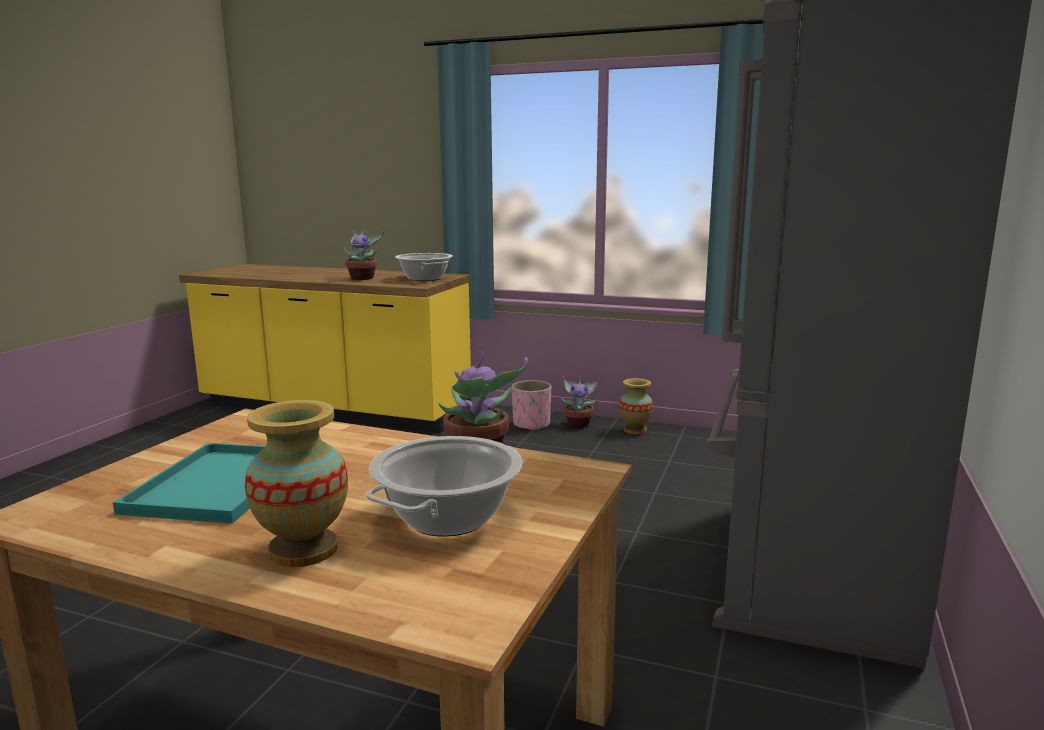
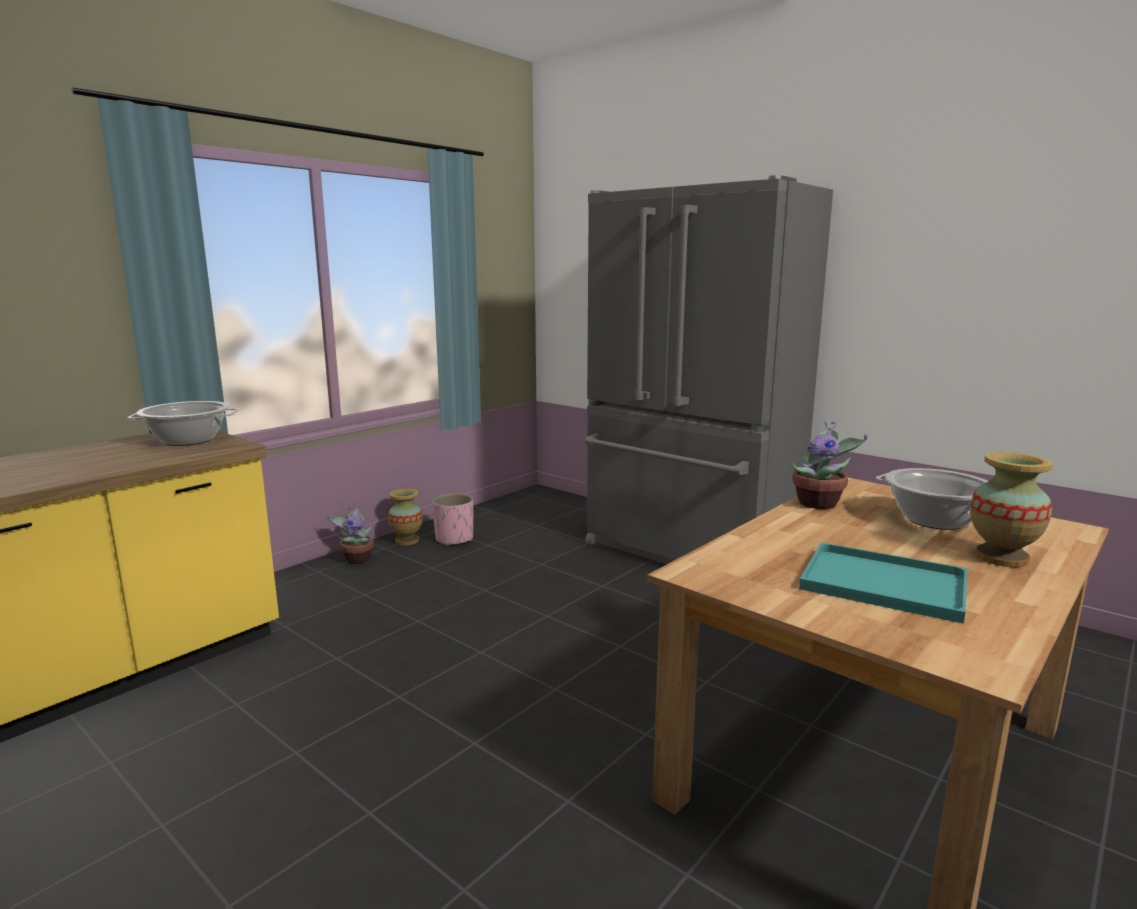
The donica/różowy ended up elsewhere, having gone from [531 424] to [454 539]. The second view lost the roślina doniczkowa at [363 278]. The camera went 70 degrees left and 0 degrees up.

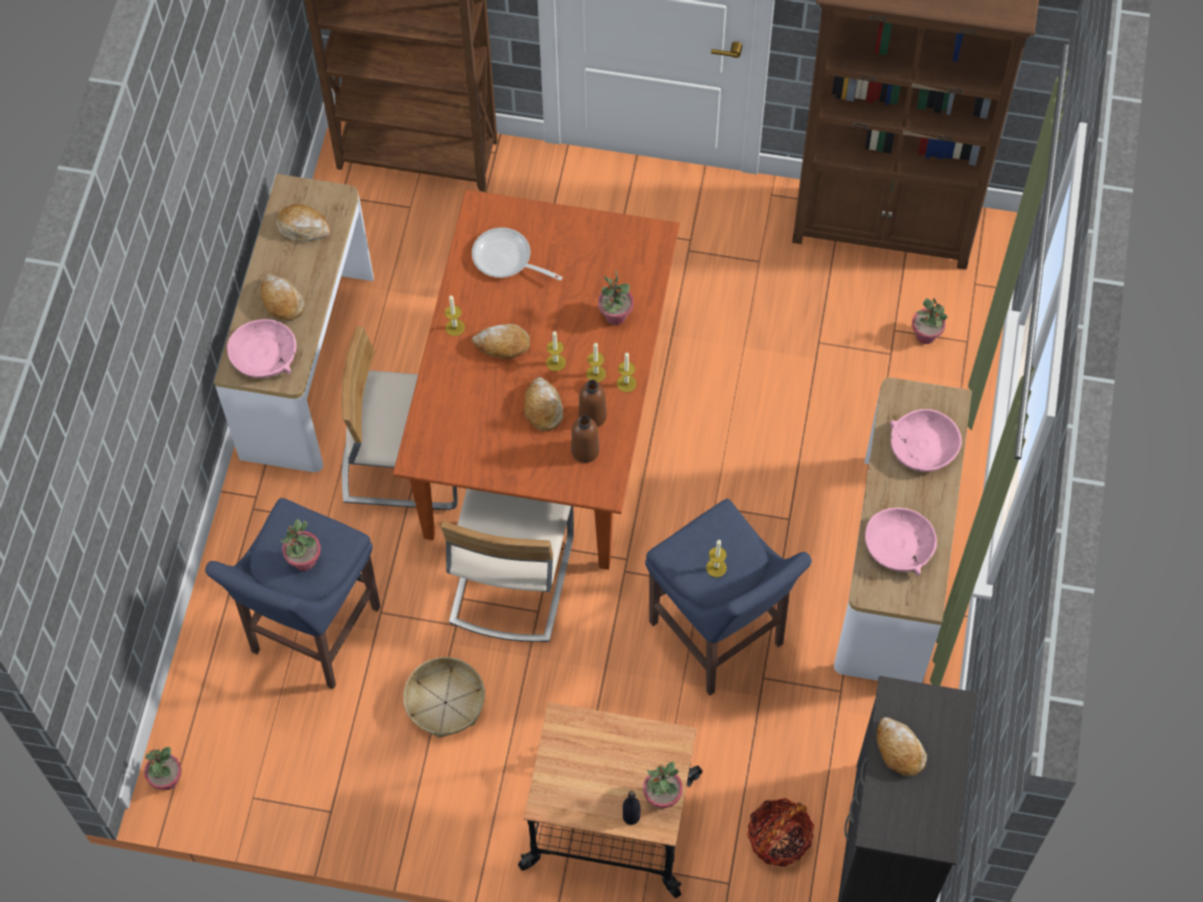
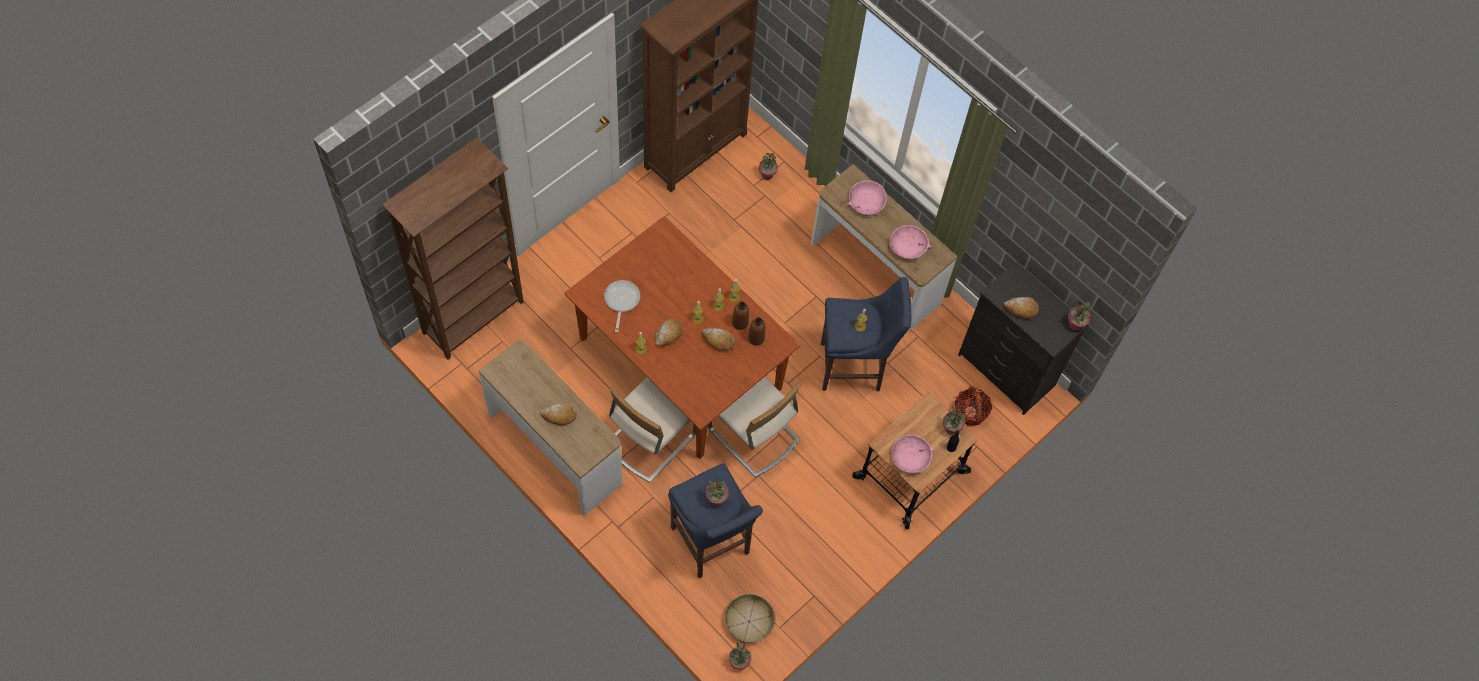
The patelnia at [506 259] ended up facing another way, 120 degrees clockwise from before. The koszyk ended up elsewhere, having gone from [445 703] to [749 621]. The miska/różowy ended up elsewhere, having gone from [264 355] to [910 457]. The roślina doniczkowa ended up elsewhere, having gone from [615 316] to [1075 324]. The second view lost the chleb at [303 227]. The camera went 60 degrees left and 0 degrees up.

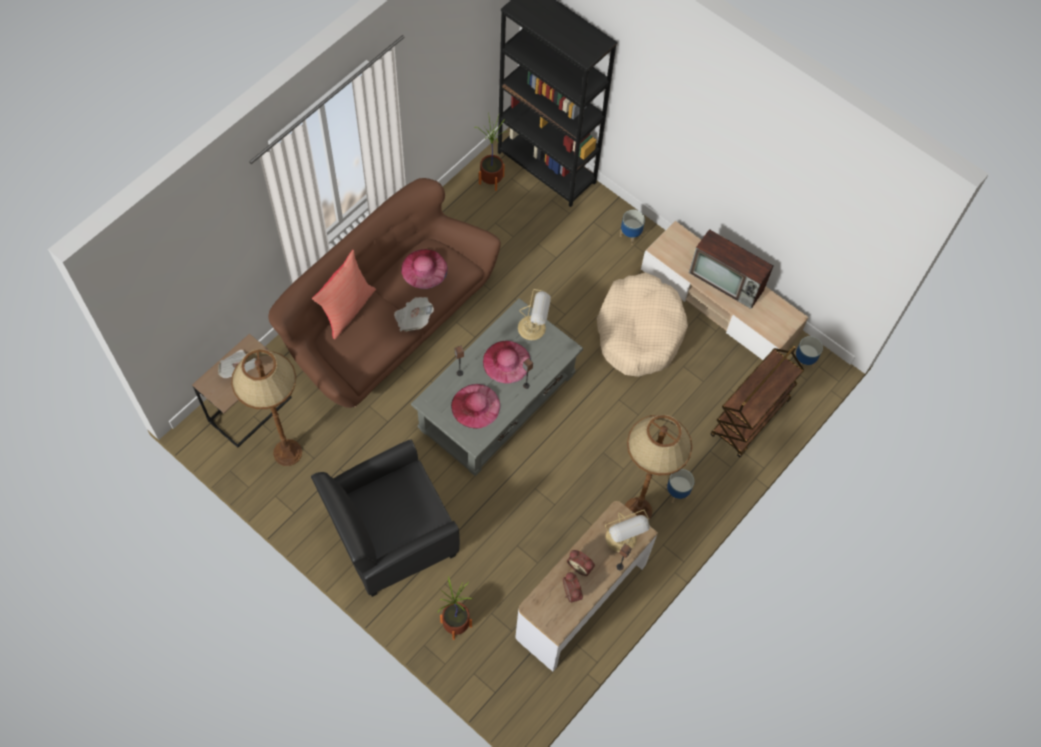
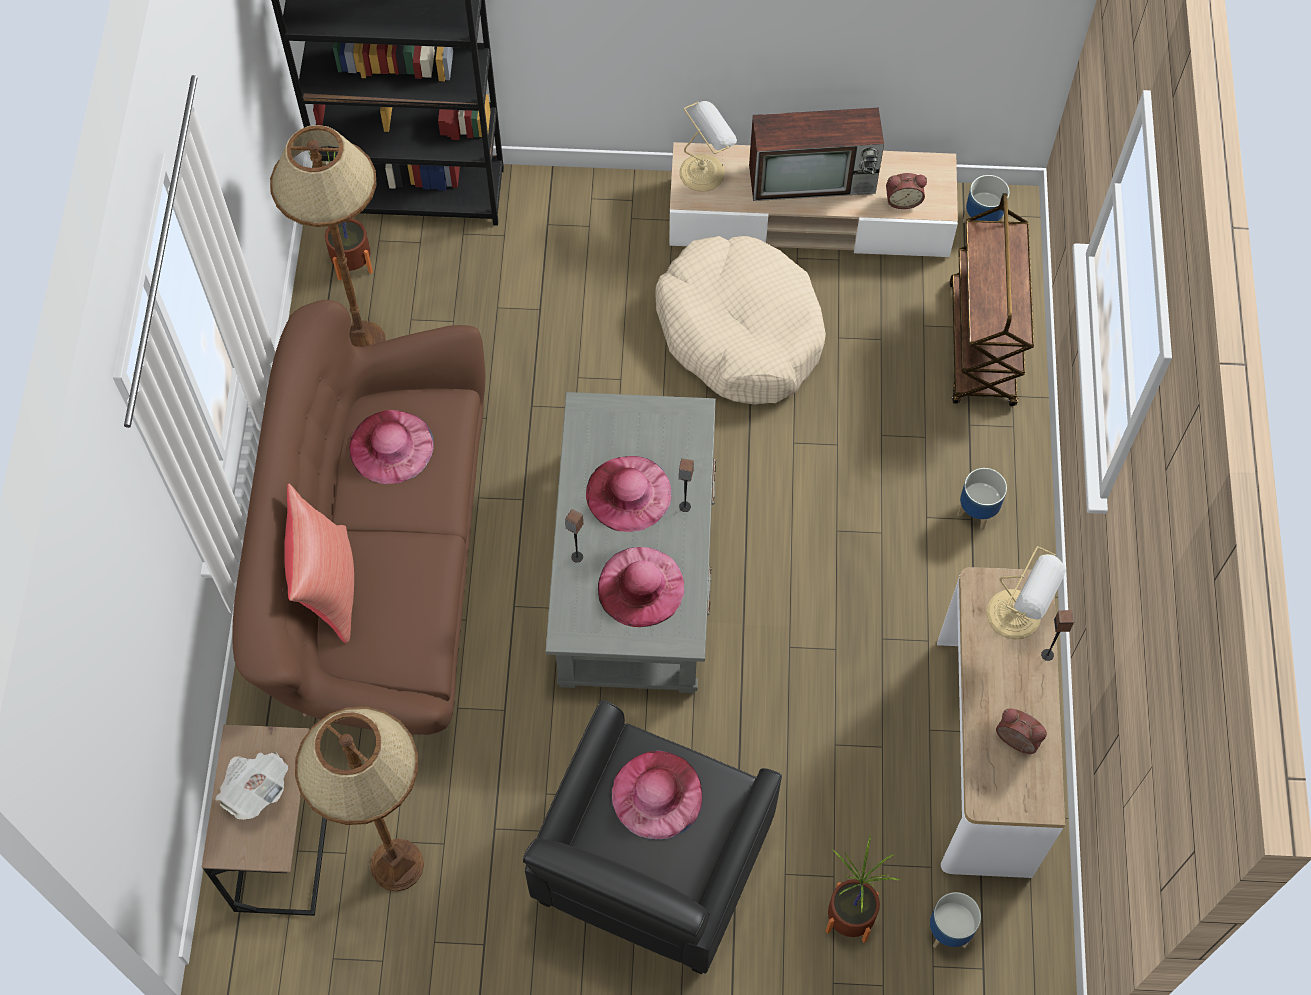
The lampa stojąca/brązowy ended up elsewhere, having gone from [638 511] to [363 341]. The second view gained the kapelusz/różowy at [657 794]. The lampa stołowa ended up elsewhere, having gone from [533 328] to [704 171]. The budzik ended up elsewhere, having gone from [580 565] to [903 200]. The donica ended up elsewhere, having gone from [630 235] to [949 932]. The second view lost the gazeta at [413 319]. The camera went 35 degrees left and 0 degrees up.

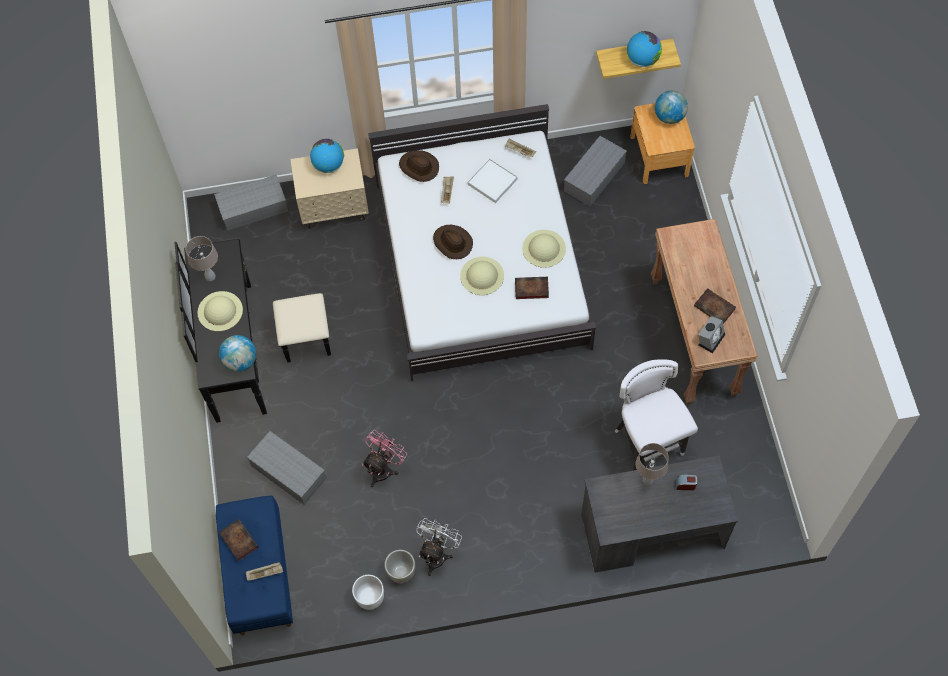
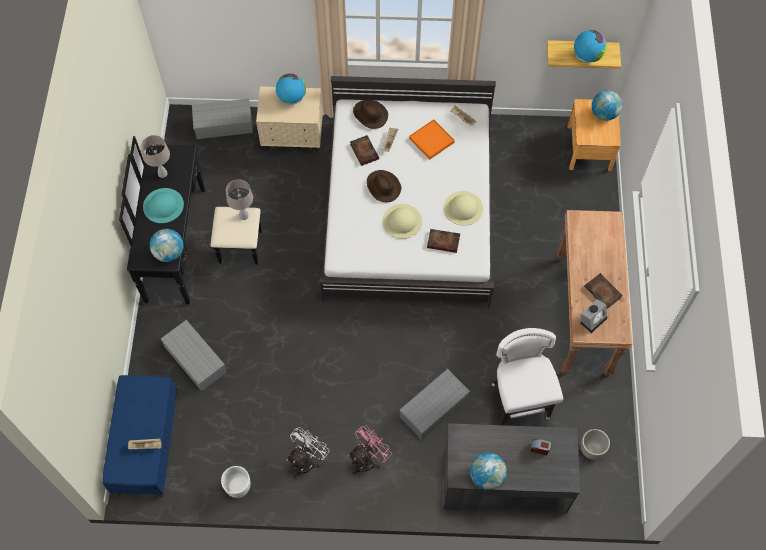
What was the kapelusz/beżowy at [220 311] turned into the kapelusz/turkusowy at [163 205]. The lampa stołowa/beżowy ended up elsewhere, having gone from [648 479] to [244 215]. The wentylator/różowy ended up elsewhere, having gone from [384 468] to [367 460]. The książka ended up elsewhere, having gone from [238 540] to [363 151]. The pojemnik do przechowywania/szary ended up elsewhere, having gone from [594 178] to [433 409]. What was the taca/biały at [492 182] turned into the taca/pomarańczowy at [431 140]. The second view gained the globus at [486 476]. The donica/szary ended up elsewhere, having gone from [401 572] to [591 449]. The camera went 10 degrees right and 0 degrees up.

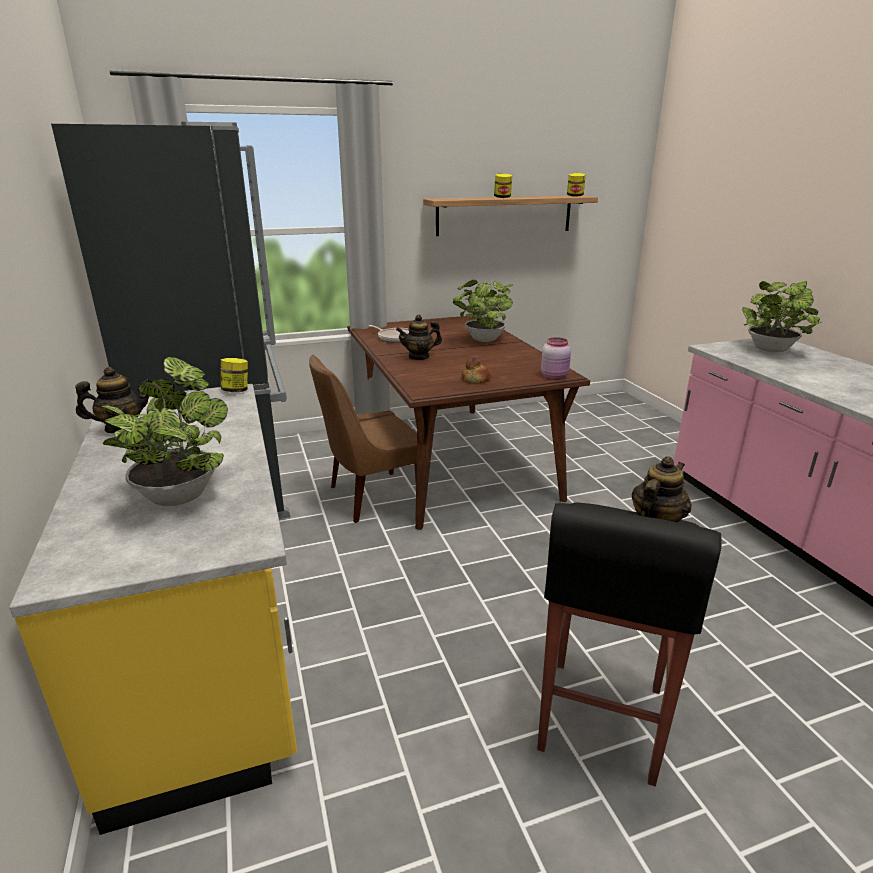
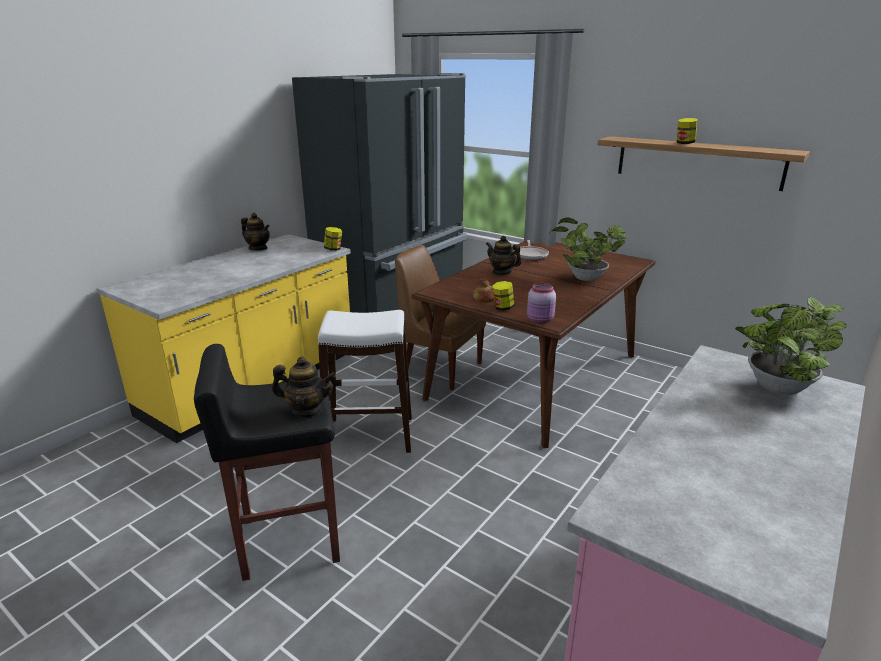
The second view gained the stołek/biały at [369 435]. The słoik ended up elsewhere, having gone from [575 196] to [503 308]. The second view lost the roślina doniczkowa at [180 493]. The camera went 55 degrees right and 0 degrees up.

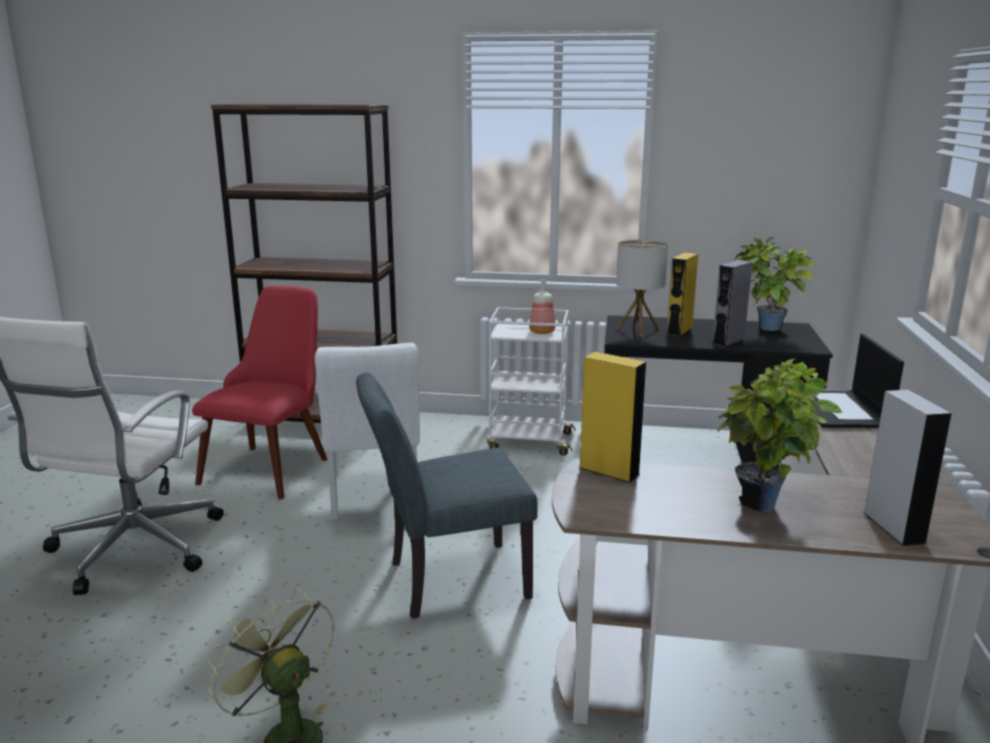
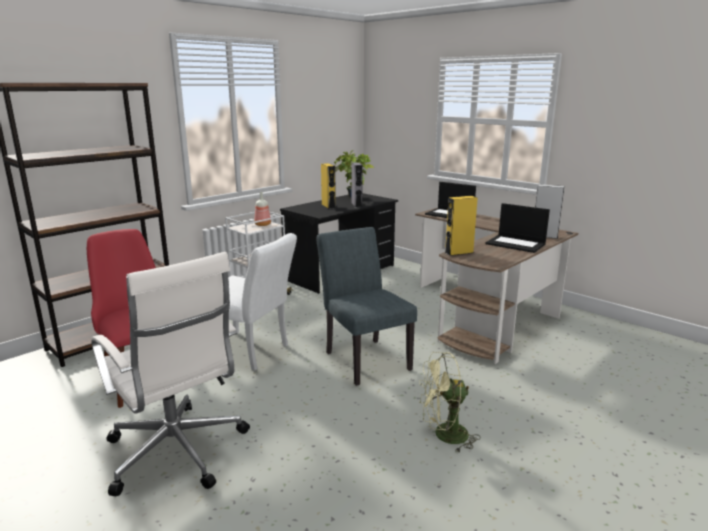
The krzesło/szary at [447 581] ended up facing another way, 135 degrees clockwise from before. Where the roślina doniczkowa stood at [764 509], the laptop came to stand at [516 244]. The second view lost the lampa stołowa at [638 330]. The camera went 55 degrees left and 0 degrees up.

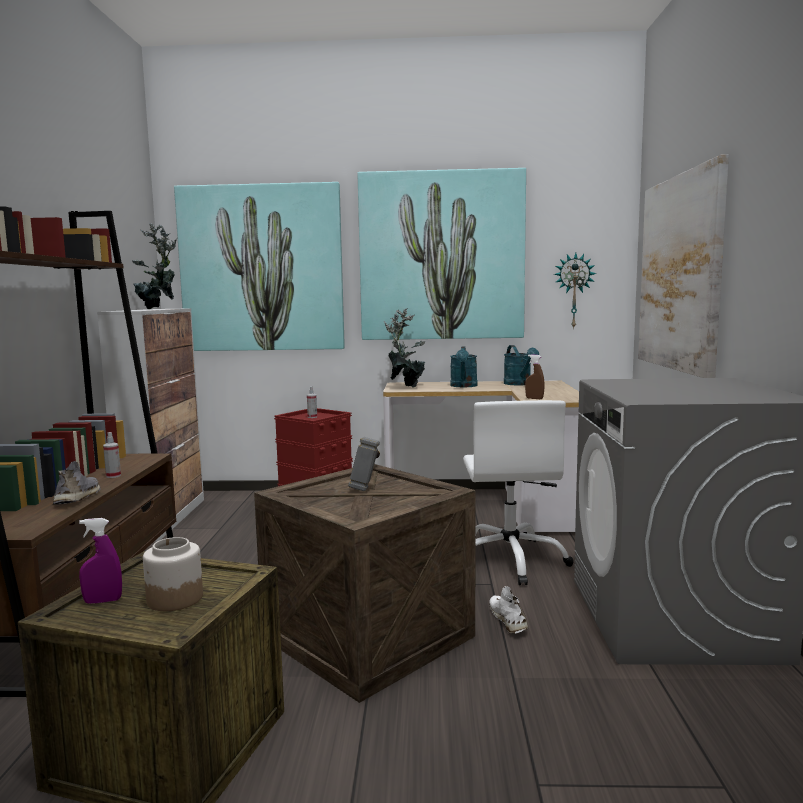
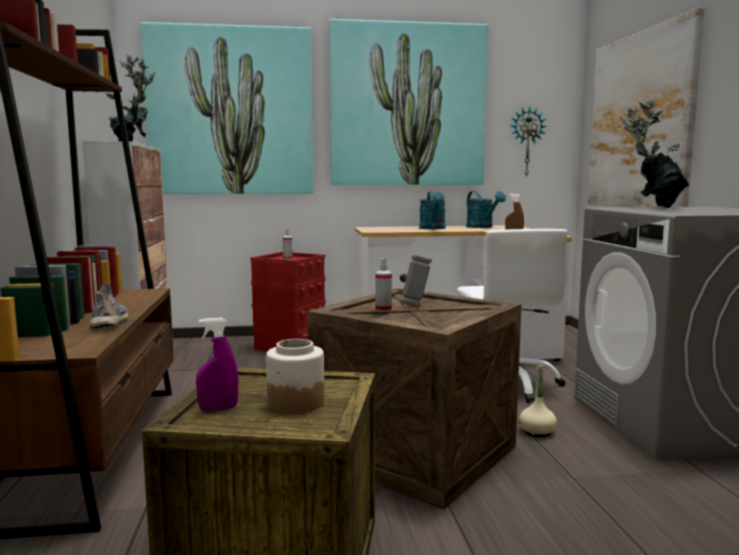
The spryskiwacz ended up elsewhere, having gone from [113 476] to [383 310]. Where the but/biały stood at [508 620], the butelka/beżowy came to stand at [537 431]. The roślina doniczkowa ended up elsewhere, having gone from [405 386] to [653 208]. The camera went 10 degrees left and 0 degrees up.

